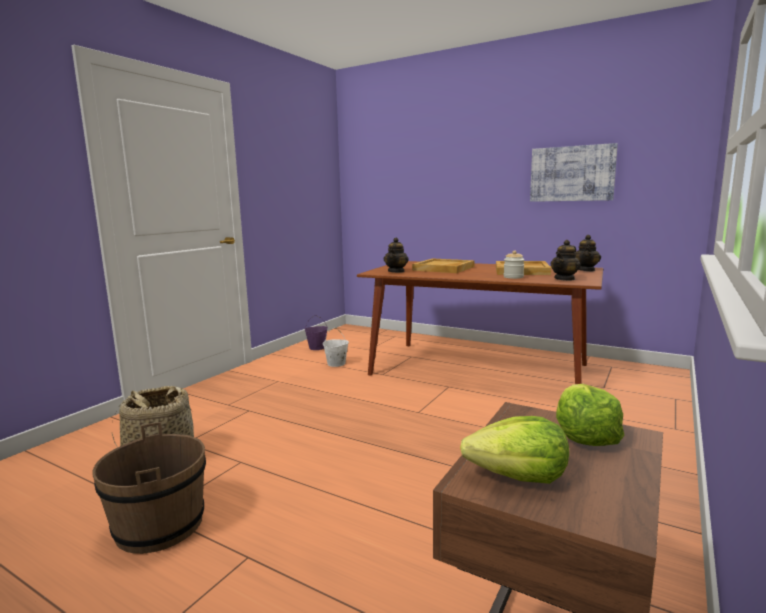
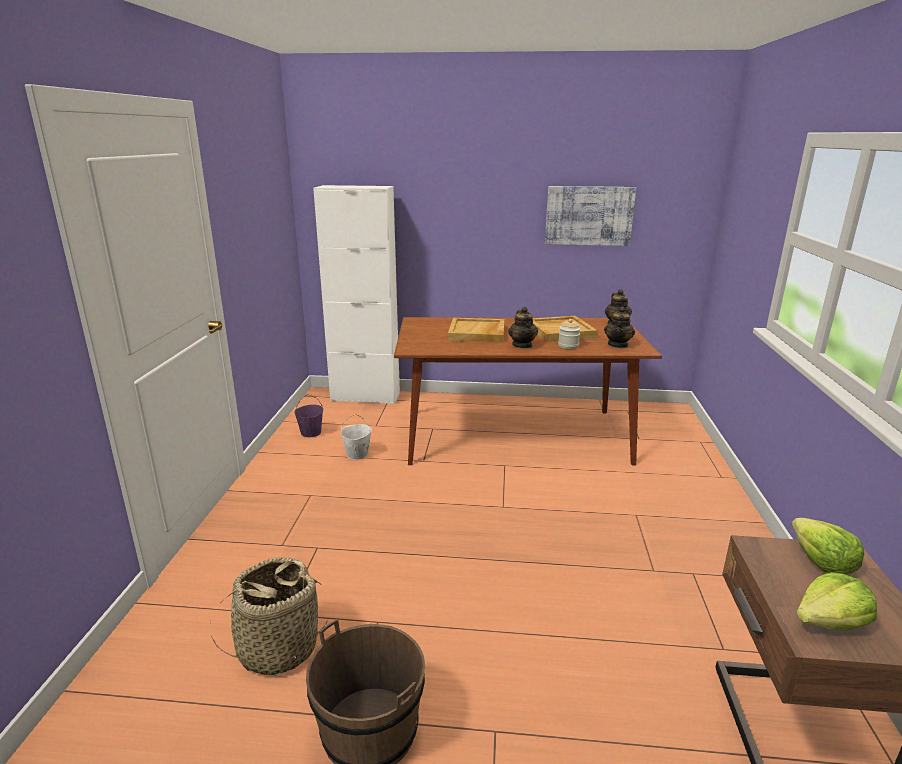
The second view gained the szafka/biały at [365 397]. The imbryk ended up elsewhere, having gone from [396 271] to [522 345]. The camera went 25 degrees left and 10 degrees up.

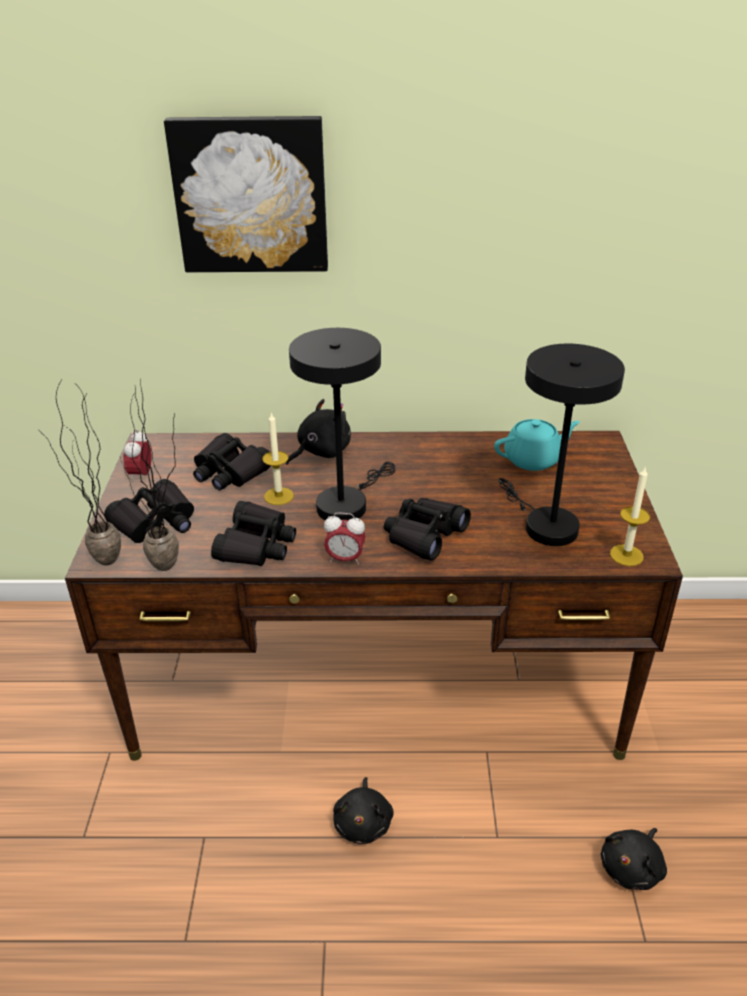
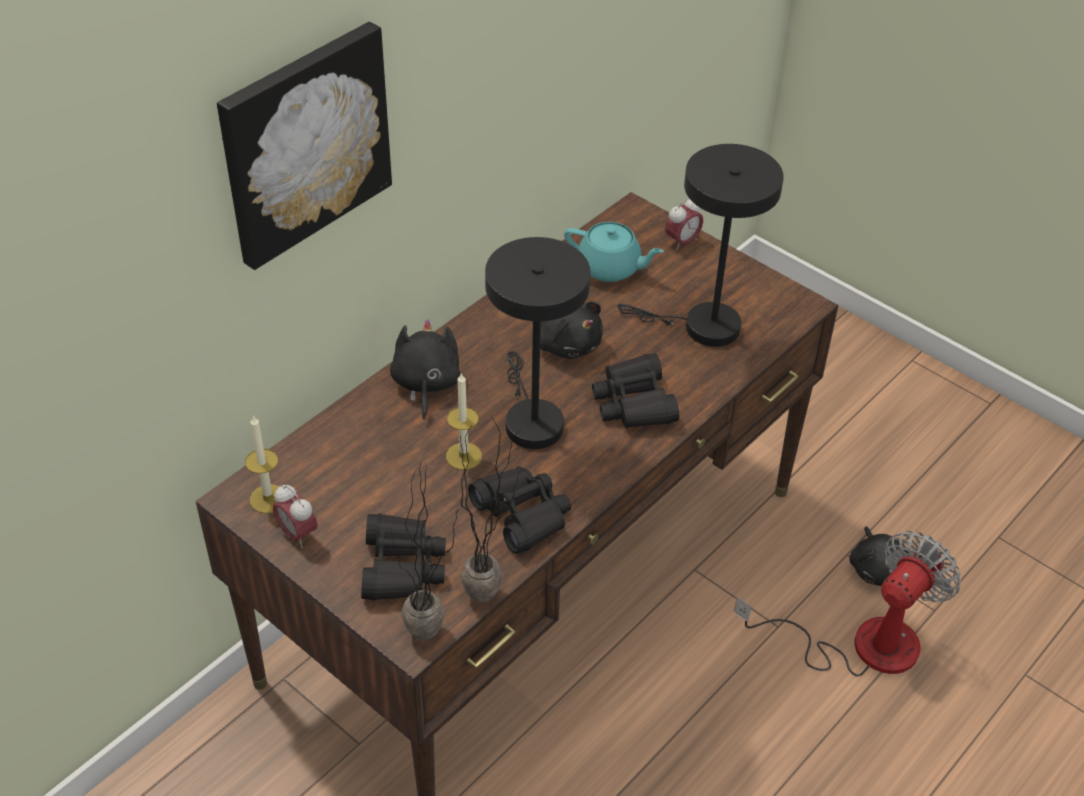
The świeca ended up elsewhere, having gone from [626 555] to [268 499]. The pluszak/czarny ended up elsewhere, having gone from [363 822] to [566 343]. The imbryk/turkusowy at [533 460] ended up facing another way, 90 degrees clockwise from before. The budzik ended up elsewhere, having gone from [345 559] to [682 242]. The second view gained the wentylator at [860 644]. The second view lost the lornetka/czarny at [230 472]. The camera went 50 degrees left and 10 degrees up.

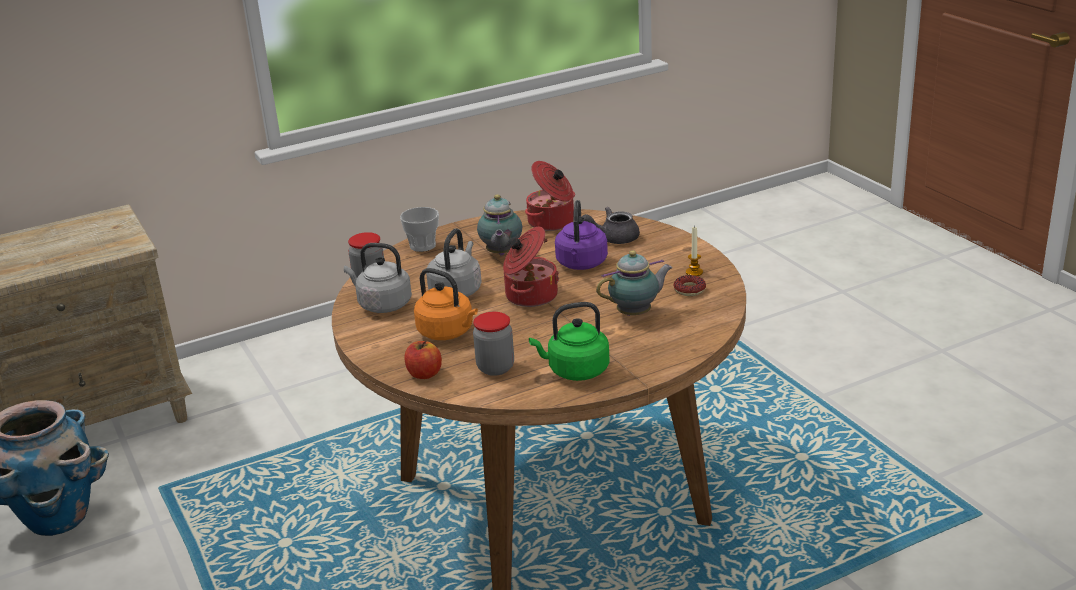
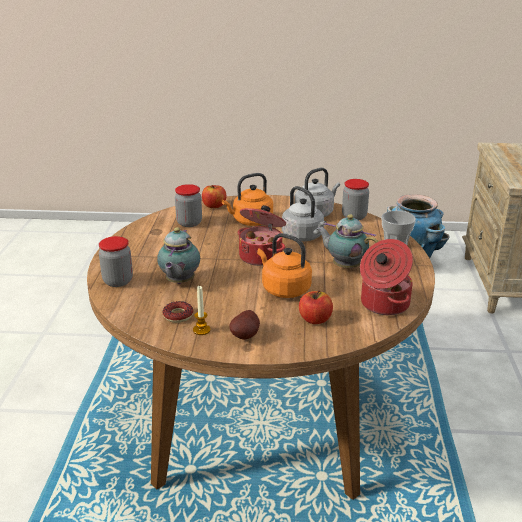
The second view gained the słoik at [118 281]. The second view gained the ziemniak at [246 336]. What was the czajnik/fioletowy at [581 264] turned into the czajnik/pomarańczowy at [284 289]. Where the imbryk/szary stood at [613 238], the jabłko came to stand at [315 319]. The second view lost the czajnik/zielony at [575 371]. The camera went 120 degrees right and 0 degrees up.

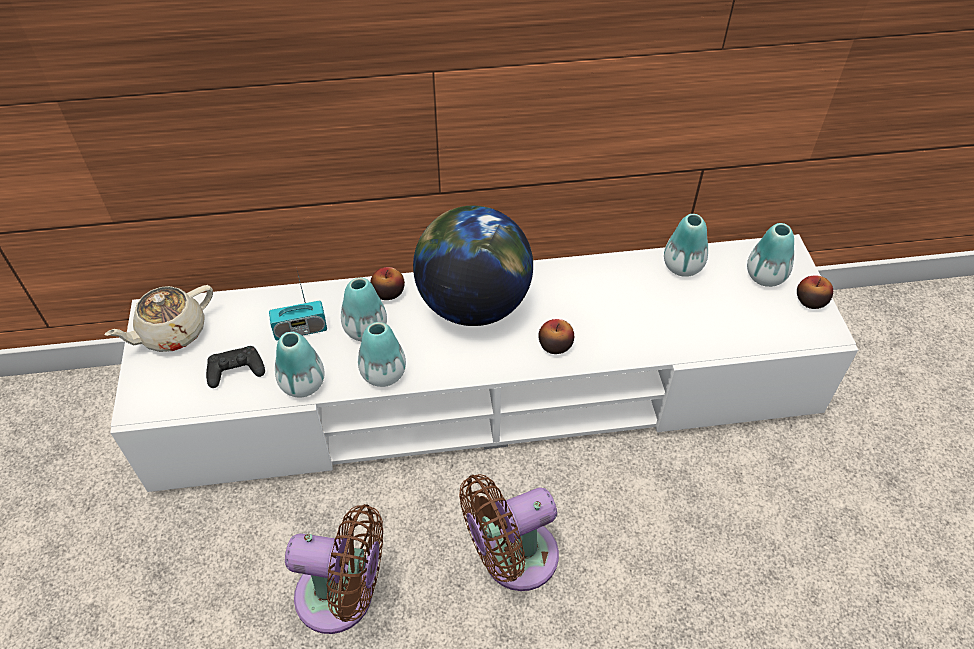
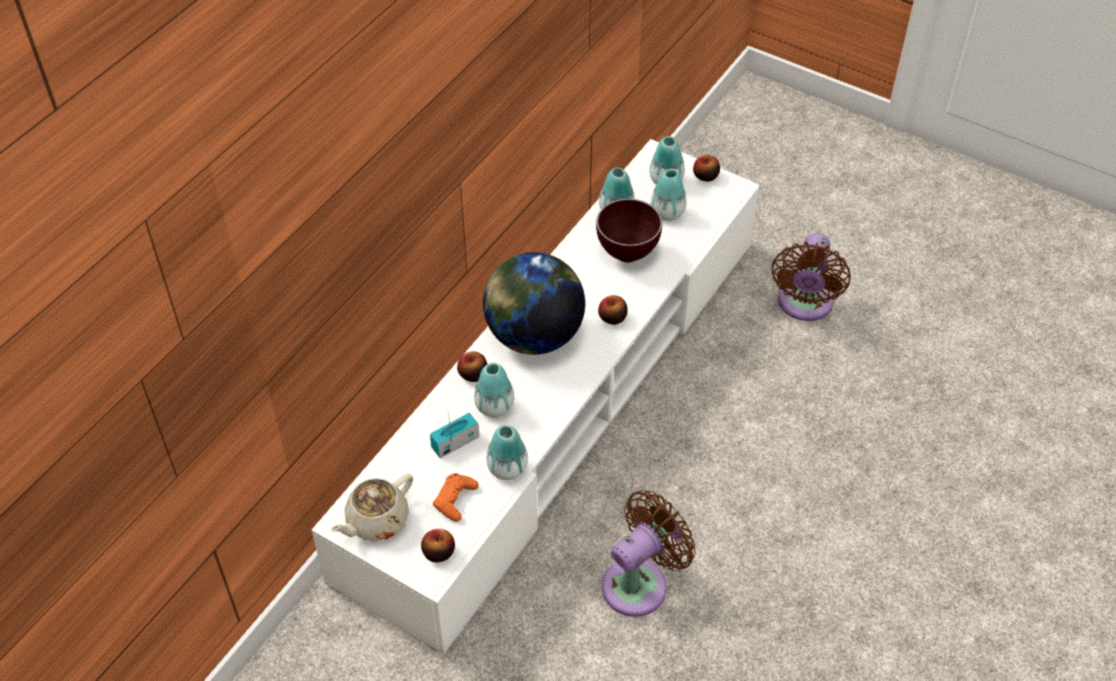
The imbryk/beżowy at [171 333] ended up facing another way, 45 degrees clockwise from before. The second view gained the jabłko at [438 552]. The radio at [300 330] ended up facing another way, 150 degrees counterclockwise from before. What was the pad do gier/czarny at [236 370] turned into the pad do gier/pomarańczowy at [455 500]. The second view gained the miska/brązowy at [629 254]. The wazon ended up elsewhere, having gone from [383 374] to [667 213]. The wentylator/brązowy ended up elsewhere, having gone from [512 558] to [804 305]. The camera went 50 degrees left and 0 degrees up.

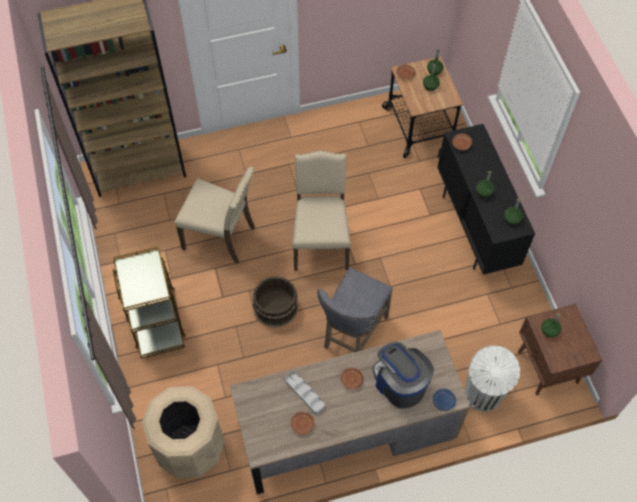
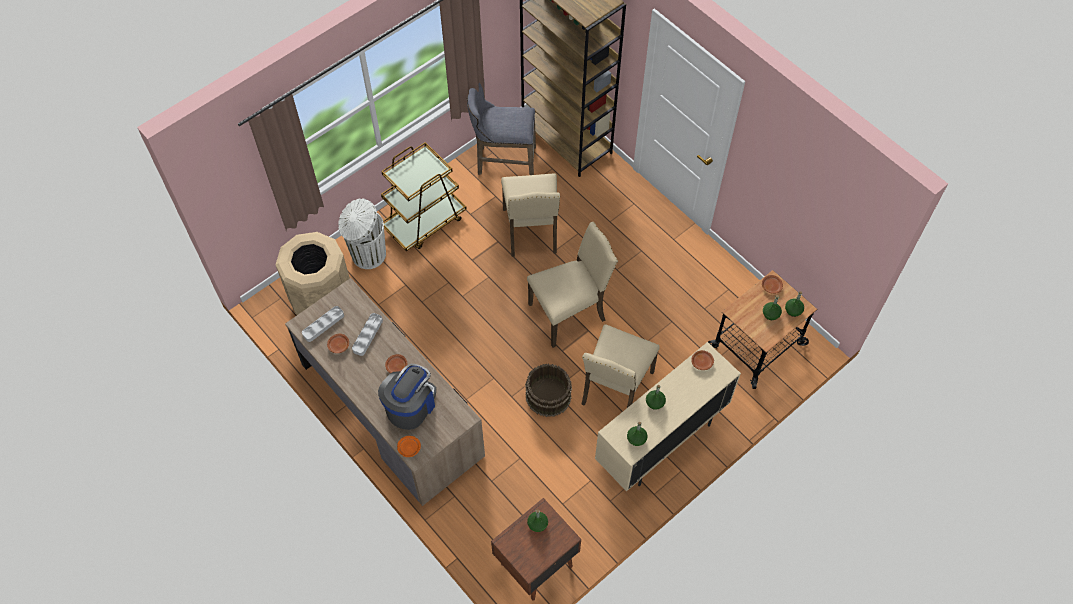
The second view gained the taca/szary at [323 325]. The kosz na śmieci/biały ended up elsewhere, having gone from [482 395] to [367 255]. What was the talerz/niebieski at [443 401] turned into the talerz/pomarańczowy at [408 448]. The stołek/szary ended up elsewhere, having gone from [352 334] to [503 161]. The wiadro/brązowy ended up elsewhere, having gone from [276 308] to [547 396]. The second view gained the krzesło/beżowy at [615 388]. What was the szafka/czarny at [474 229] turned into the szafka/beżowy at [660 442]. The camera went 65 degrees right and 0 degrees up.

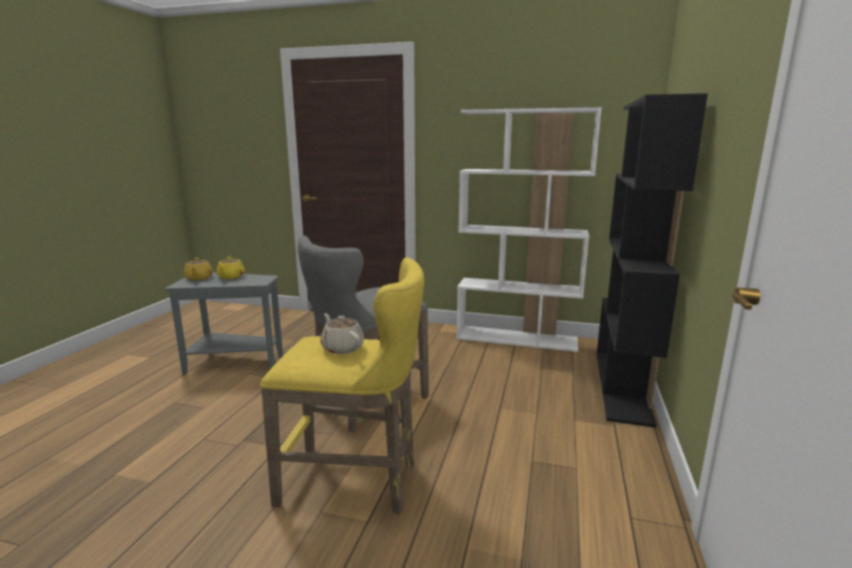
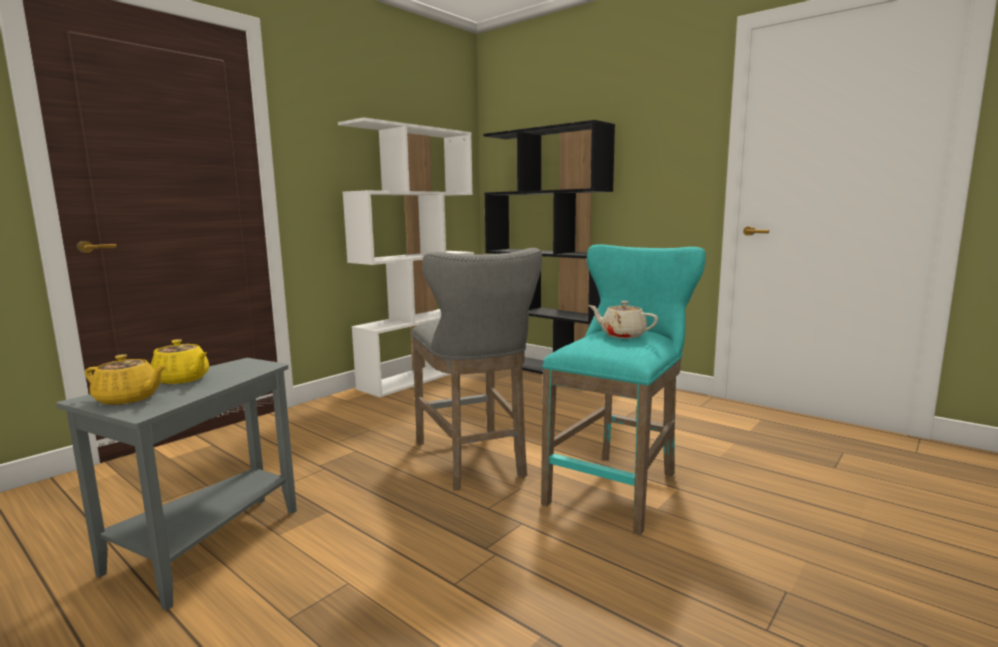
What was the stołek/żółty at [356 482] turned into the stołek/turkusowy at [619 486]. The imbryk/beżowy at [342 347] ended up facing another way, 45 degrees clockwise from before. The camera went 65 degrees left and 5 degrees down.

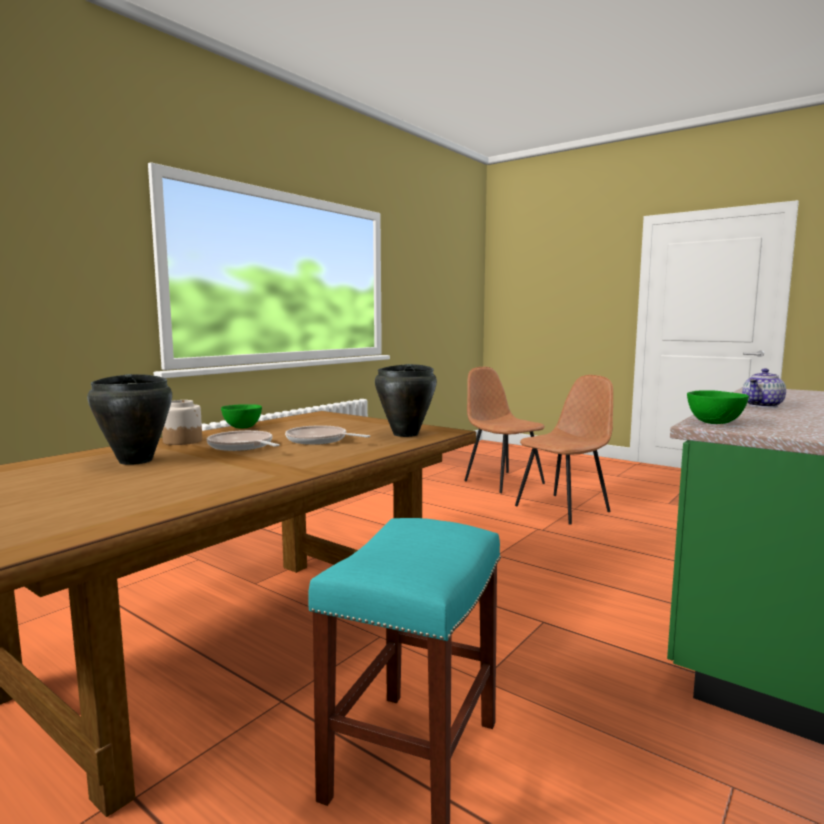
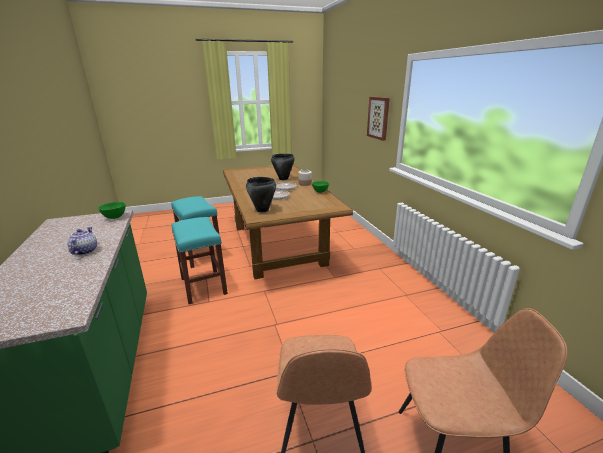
The second view gained the stołek/turkusowy at [203 286]. The second view gained the obraz at [378 118]. The camera went 125 degrees right and 15 degrees up.

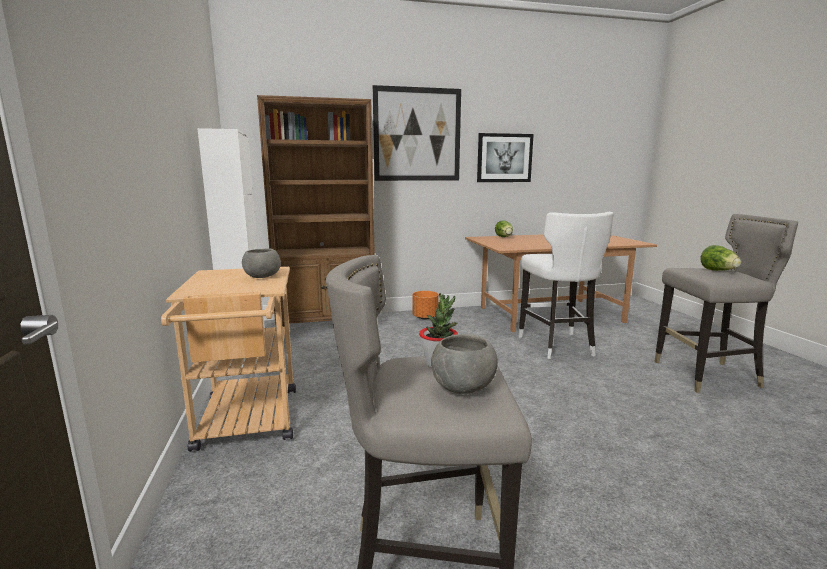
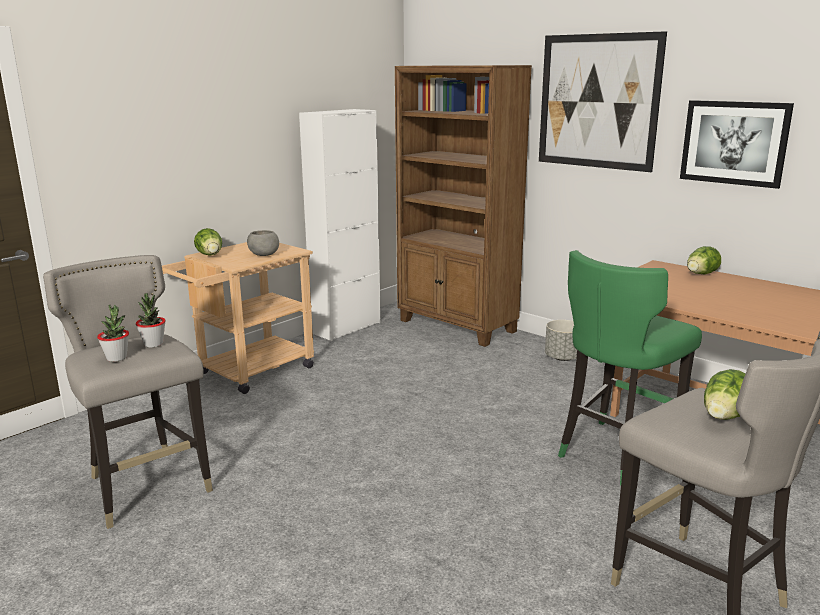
Where the miska/szary stood at [464 388], the roślina doniczkowa came to stand at [117 358]. The second view gained the sałata at [211 255]. What was the donica/pomarańczowy at [425 317] turned into the donica/szary at [562 357]. What was the stołek/biały at [557 346] turned into the stołek/zielony at [614 453]. The camera went 55 degrees right and 5 degrees up.

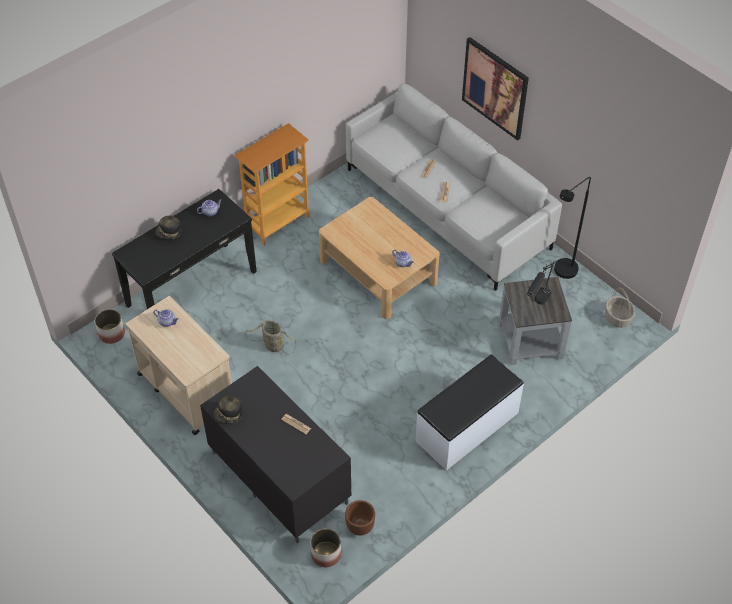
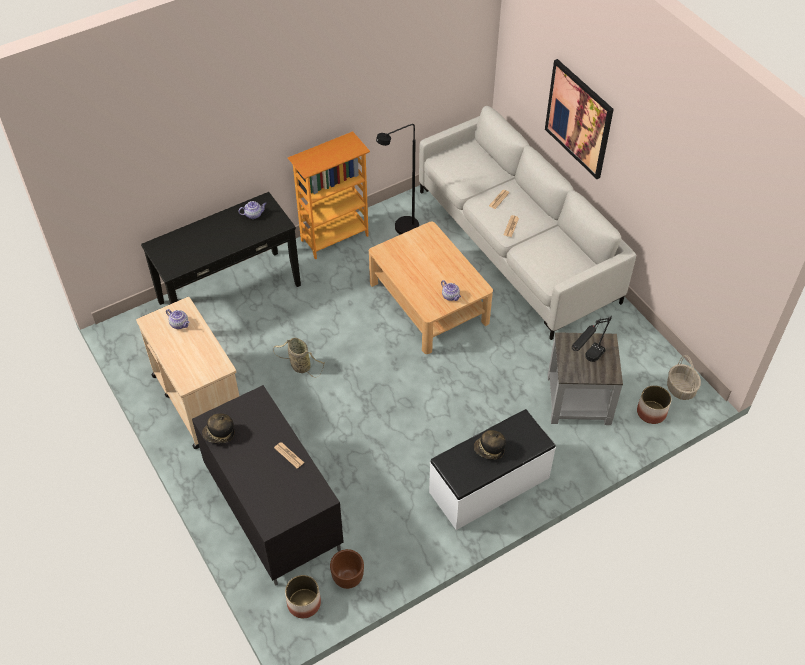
The lampa stojąca/czarny ended up elsewhere, having gone from [562 273] to [401 230]. The kapelusz ended up elsewhere, having gone from [169 233] to [489 450]. The donica ended up elsewhere, having gone from [111 333] to [651 412]. The camera went 10 degrees right and 0 degrees up.

